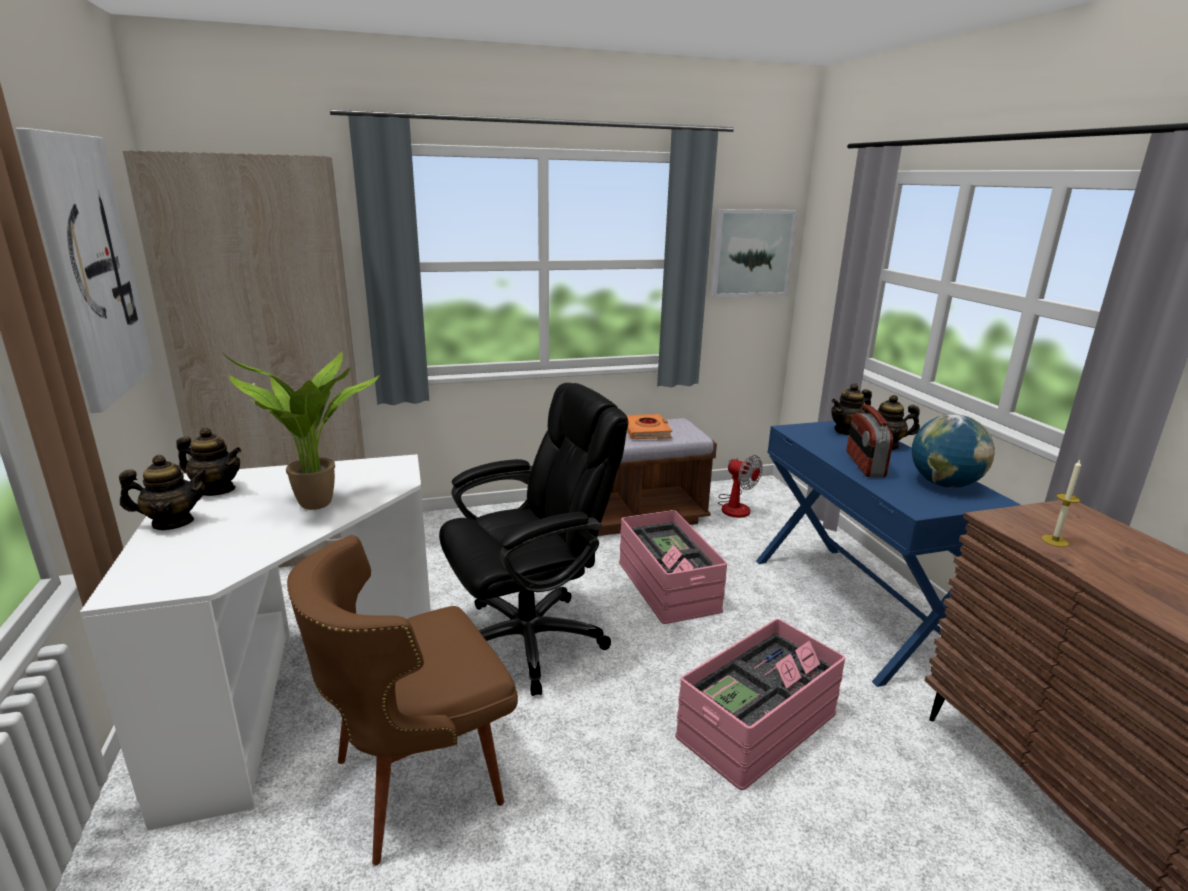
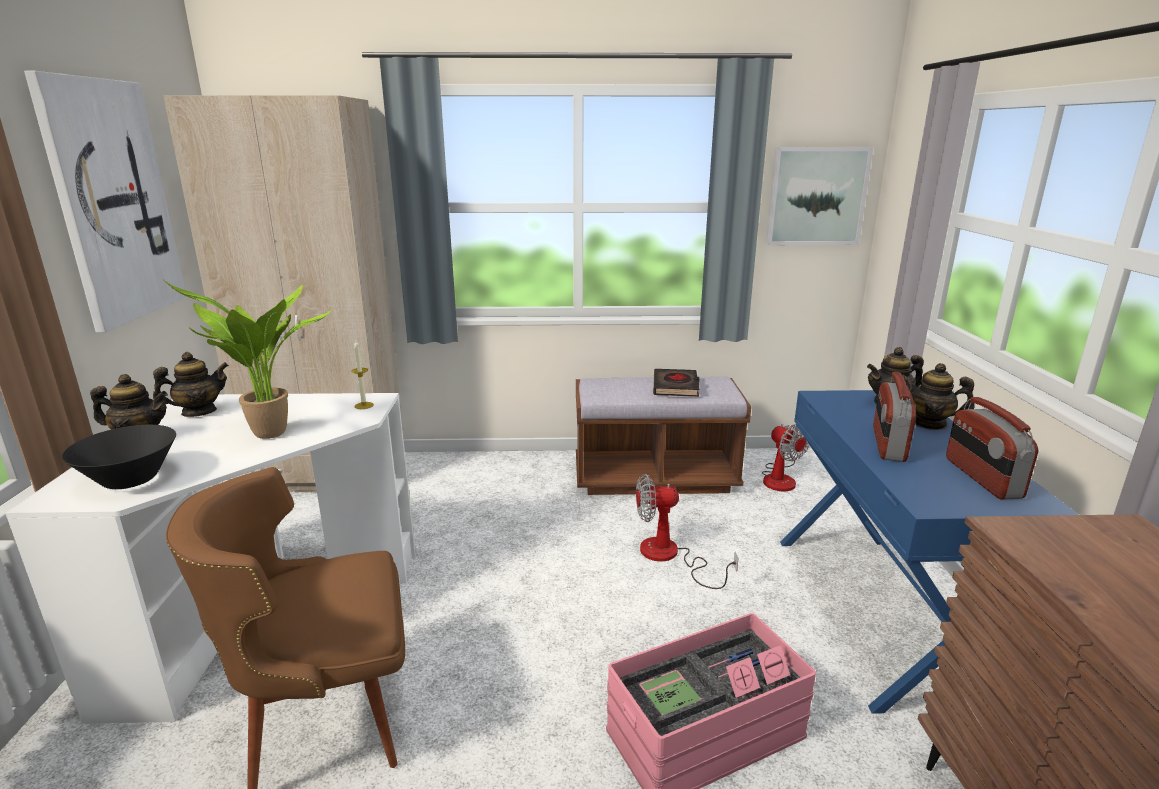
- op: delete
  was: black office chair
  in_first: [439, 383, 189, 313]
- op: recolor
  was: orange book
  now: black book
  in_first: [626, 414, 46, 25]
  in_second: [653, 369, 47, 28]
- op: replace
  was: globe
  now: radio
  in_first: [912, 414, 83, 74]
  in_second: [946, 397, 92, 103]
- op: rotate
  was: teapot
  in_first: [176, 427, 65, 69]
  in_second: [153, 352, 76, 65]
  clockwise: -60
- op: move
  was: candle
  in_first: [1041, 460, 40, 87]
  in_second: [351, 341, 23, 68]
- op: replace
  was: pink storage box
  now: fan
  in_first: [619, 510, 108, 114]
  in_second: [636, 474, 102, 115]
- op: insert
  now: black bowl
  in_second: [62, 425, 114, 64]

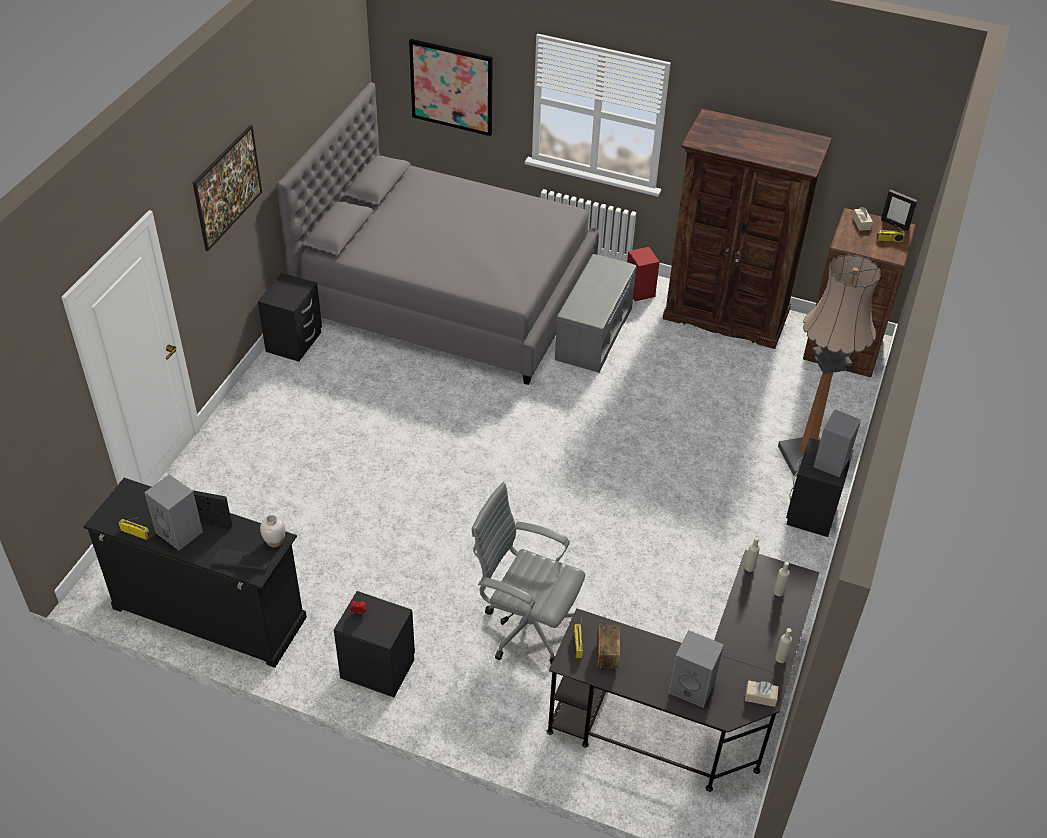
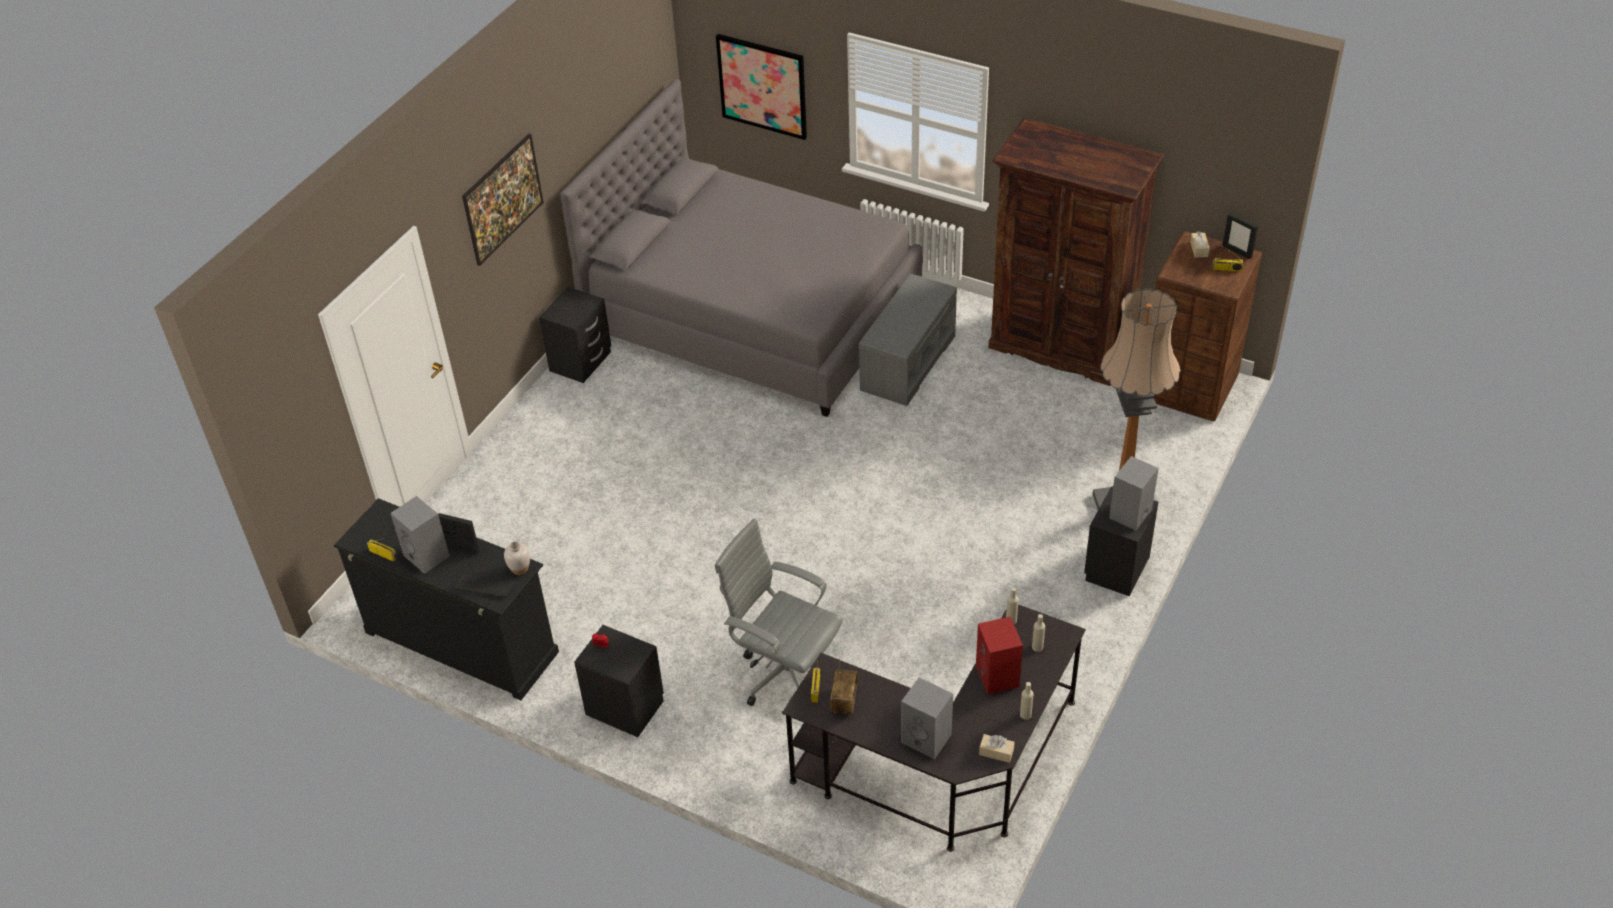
- op: move
  was: red speaker
  in_first: [627, 247, 33, 54]
  in_second: [976, 617, 47, 77]

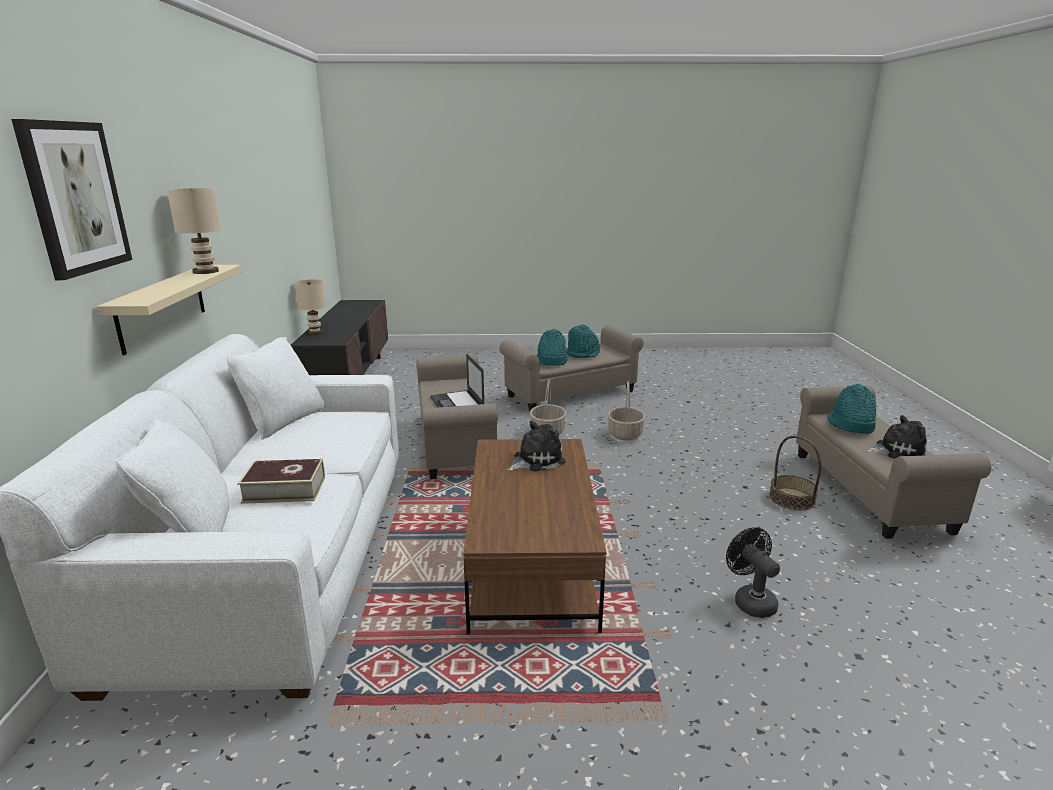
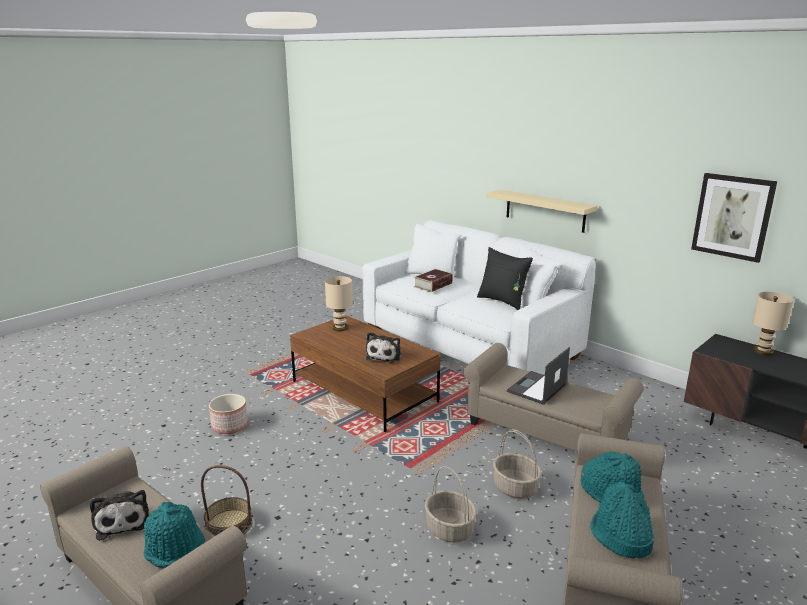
- op: move
  was: picture
  in_first: [11, 119, 121, 161]
  in_second: [691, 173, 86, 90]
- op: move
  was: beige table lamp
  in_first: [167, 188, 54, 86]
  in_second: [325, 276, 28, 55]
- op: rotate
  was: laptop
  in_first: [430, 354, 54, 54]
  in_second: [507, 347, 63, 58]
  clockwise: -75
- op: rotate
  was: plush toy
  in_first: [865, 415, 62, 44]
  in_second: [90, 490, 59, 51]
  clockwise: -75
- op: replace
  was: black fan
  now: planter
  in_first: [726, 527, 54, 91]
  in_second: [209, 394, 39, 40]
- op: insert
  now: black pillow
  in_second: [477, 247, 56, 63]

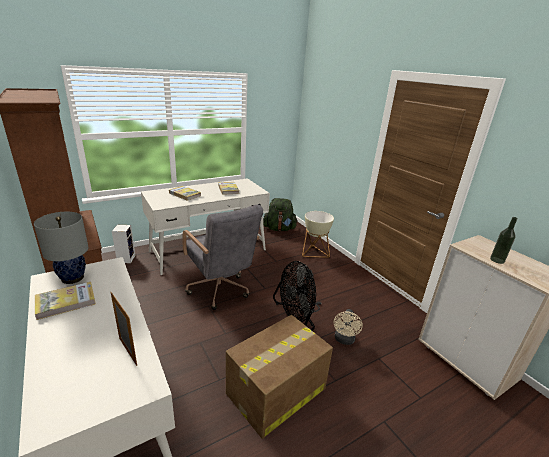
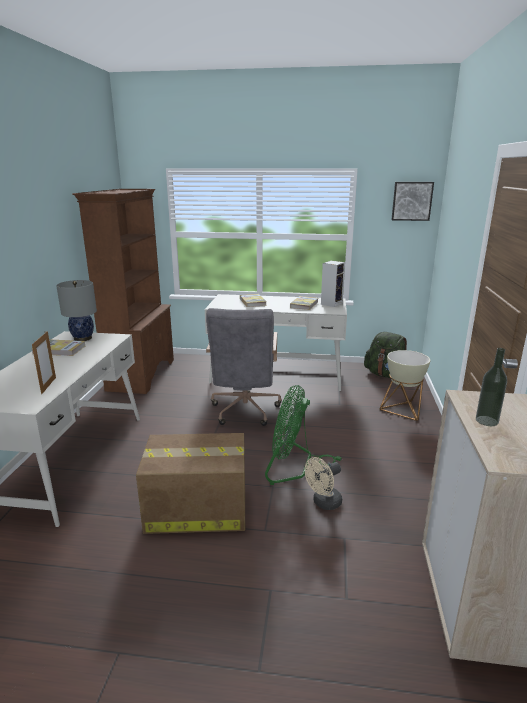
- op: move
  was: speaker
  in_first: [112, 225, 23, 38]
  in_second: [321, 261, 24, 46]
- op: recolor
  was: black fan
  now: green fan
  in_first: [273, 261, 49, 70]
  in_second: [265, 385, 77, 100]
- op: insert
  now: picture
  in_second: [391, 182, 43, 39]

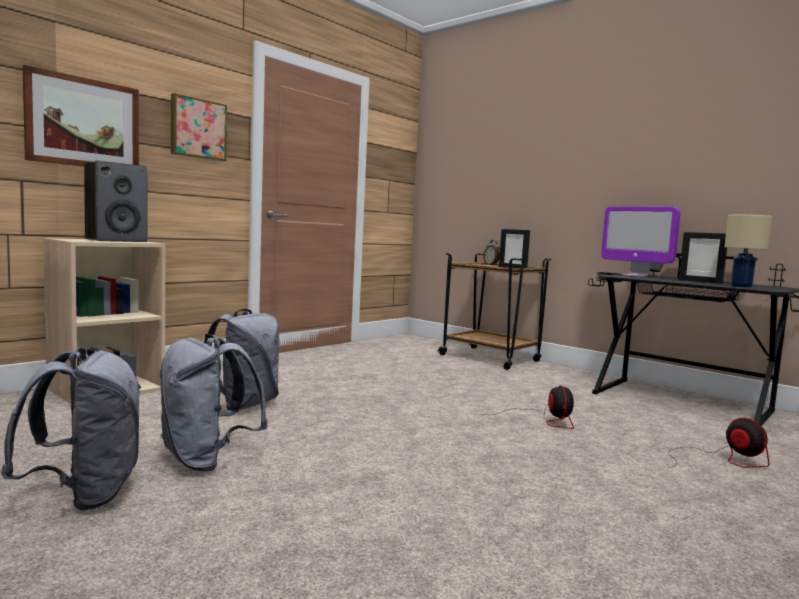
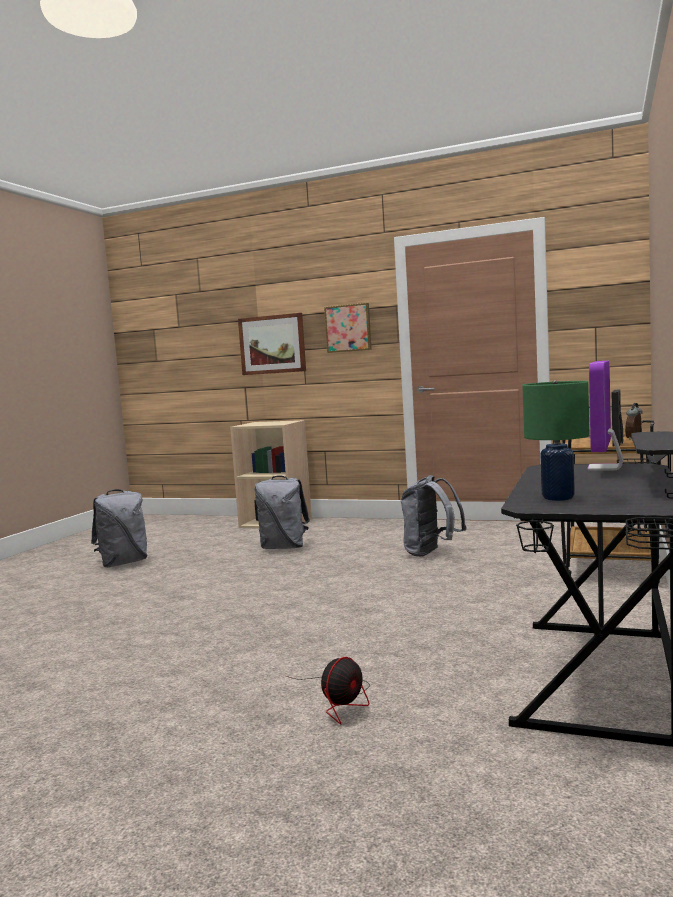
- op: delete
  was: speaker
  in_first: [84, 161, 63, 81]
- op: recolor
  was: beige table lamp
  now: green table lamp
  in_first: [724, 214, 49, 73]
  in_second: [522, 380, 68, 121]
- op: delete
  was: picture frame
  in_first: [679, 232, 48, 52]
- op: move
  was: grey backpack
  in_first: [160, 334, 108, 137]
  in_second: [401, 475, 66, 82]
- op: delete
  was: fan
  in_first: [481, 385, 93, 44]

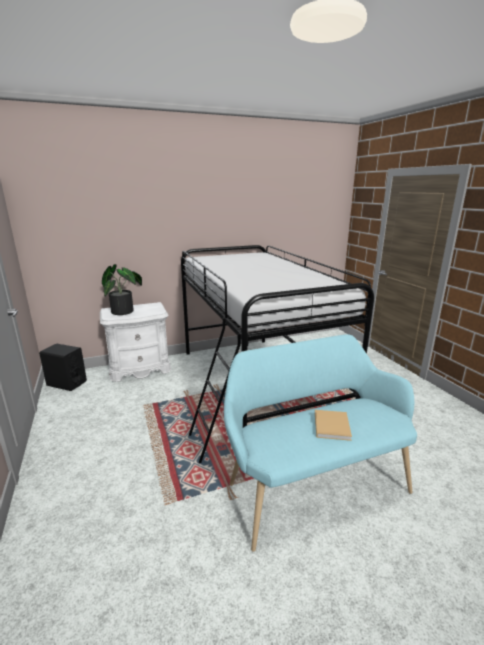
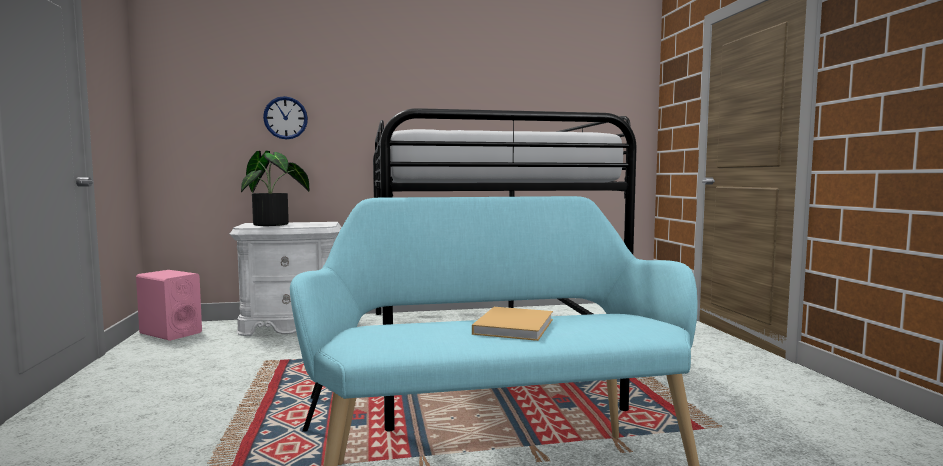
- op: recolor
  was: black speaker
  now: pink speaker
  in_first: [39, 344, 48, 47]
  in_second: [136, 270, 66, 71]
- op: insert
  now: wall clock
  in_second: [263, 96, 45, 44]

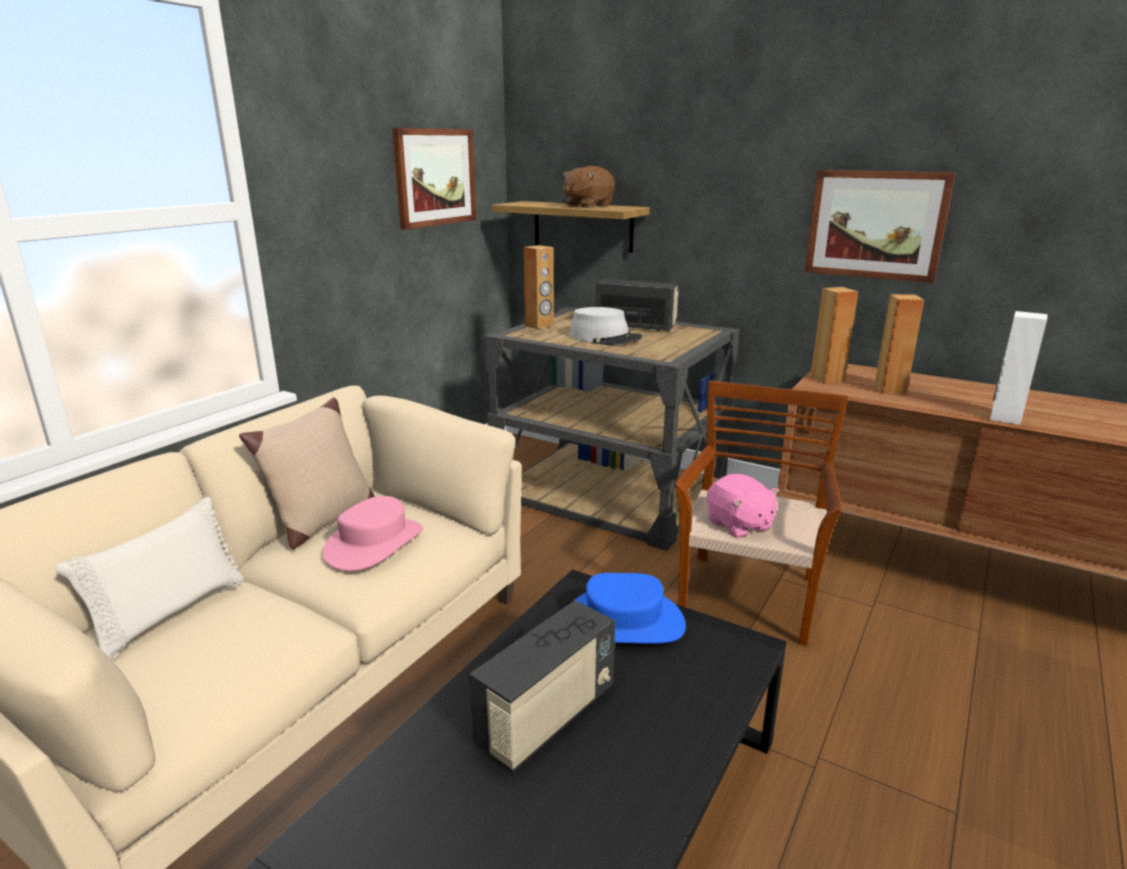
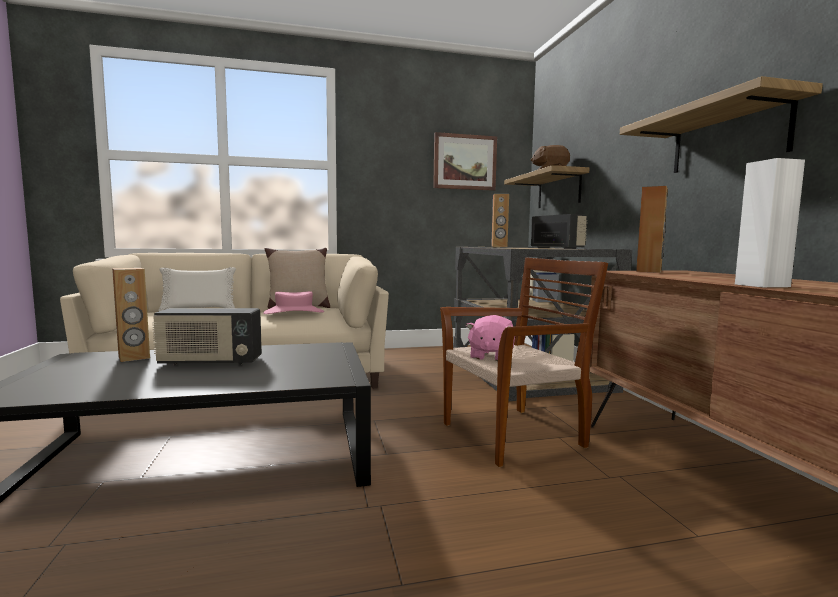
- op: replace
  was: picture
  now: shelf
  in_first: [805, 170, 151, 113]
  in_second: [620, 76, 203, 97]
- op: move
  was: brown speaker
  in_first: [874, 294, 50, 101]
  in_second: [112, 268, 38, 94]
- op: delete
  was: grey hat
  in_first: [569, 307, 73, 38]
- op: delete
  was: blue hat
  in_first: [572, 573, 114, 71]

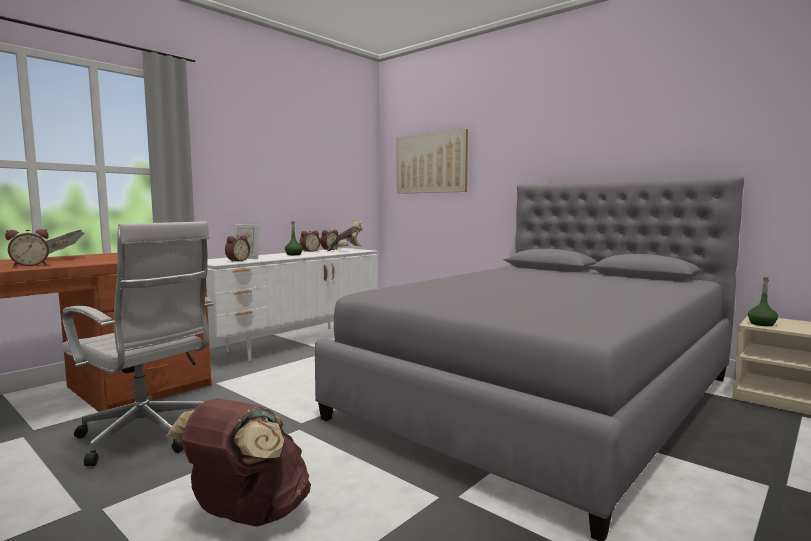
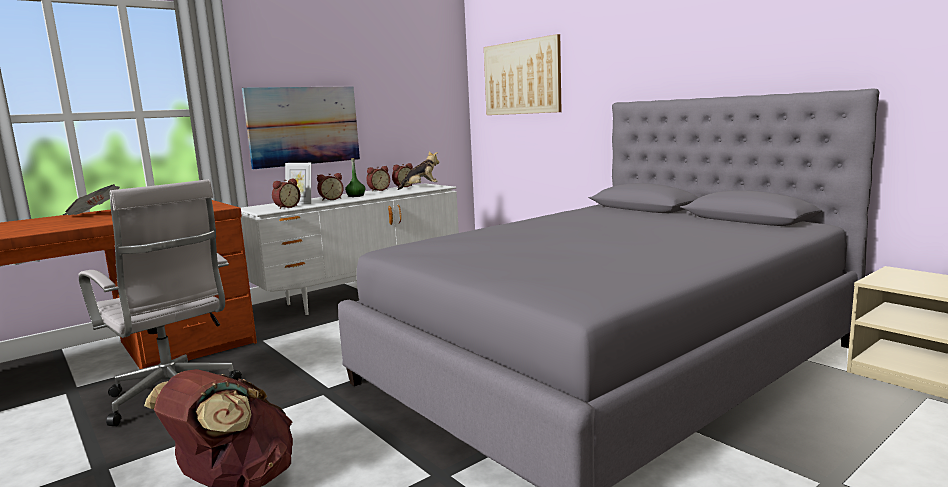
- op: move
  was: alarm clock
  in_first: [5, 229, 44, 38]
  in_second: [317, 173, 27, 28]
- op: delete
  was: green bottle
  in_first: [748, 277, 30, 49]
- op: insert
  now: picture
  in_second: [242, 86, 118, 83]

